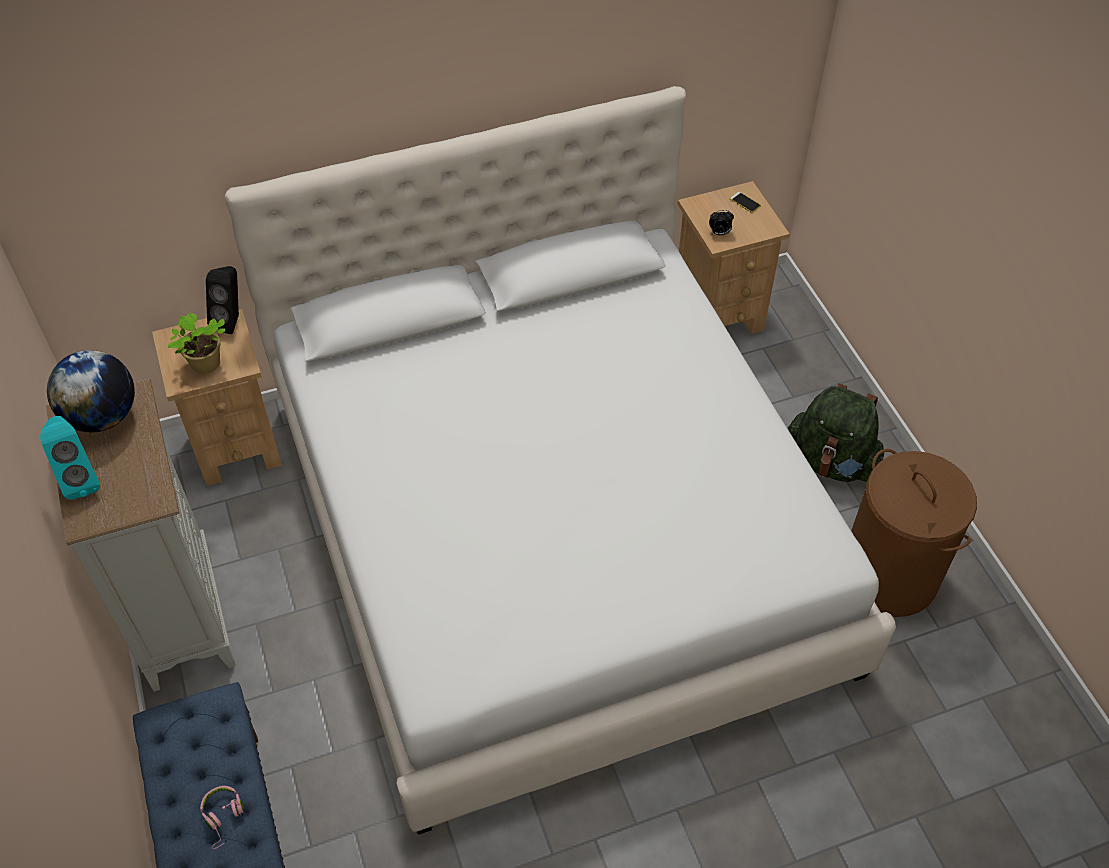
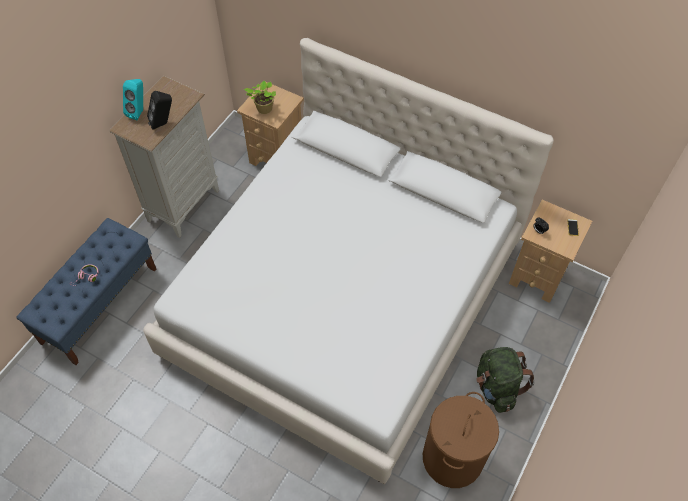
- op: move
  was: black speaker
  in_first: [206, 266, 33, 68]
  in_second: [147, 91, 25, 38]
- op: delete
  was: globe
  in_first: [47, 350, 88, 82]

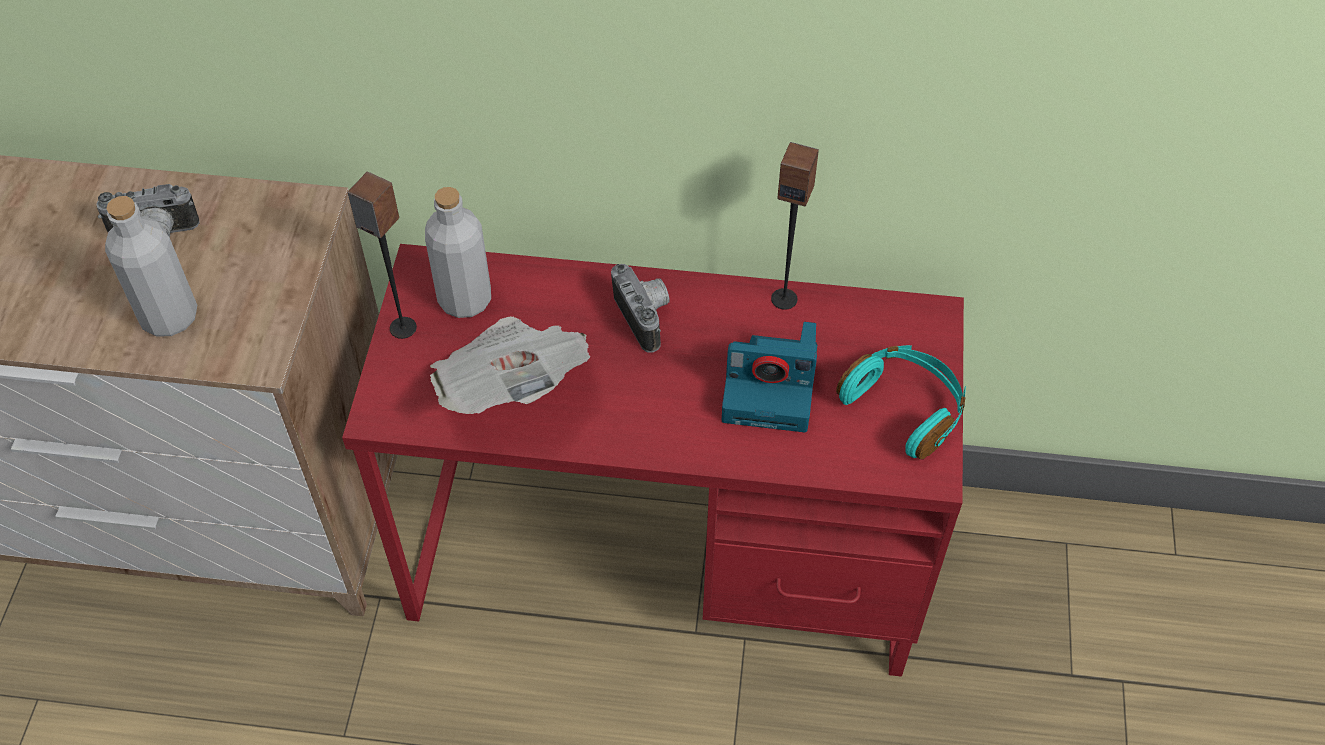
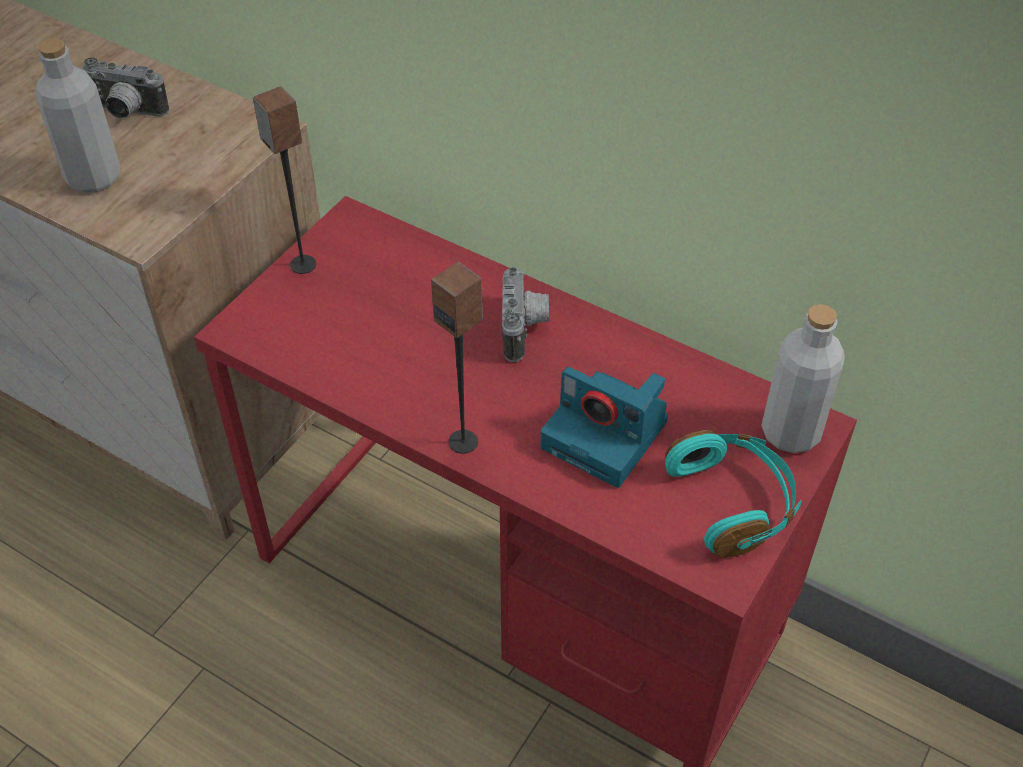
- op: move
  was: speaker
  in_first: [771, 142, 48, 168]
  in_second: [431, 261, 52, 193]
- op: move
  was: grey bottle
  in_first: [425, 187, 66, 131]
  in_second: [761, 304, 84, 149]
- op: delete
  was: newspaper
  in_first: [430, 316, 160, 98]

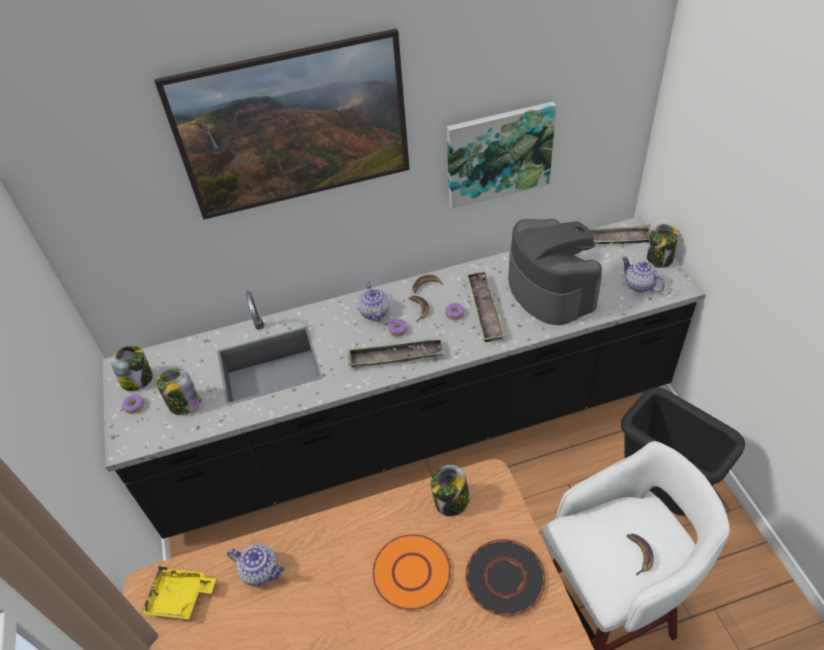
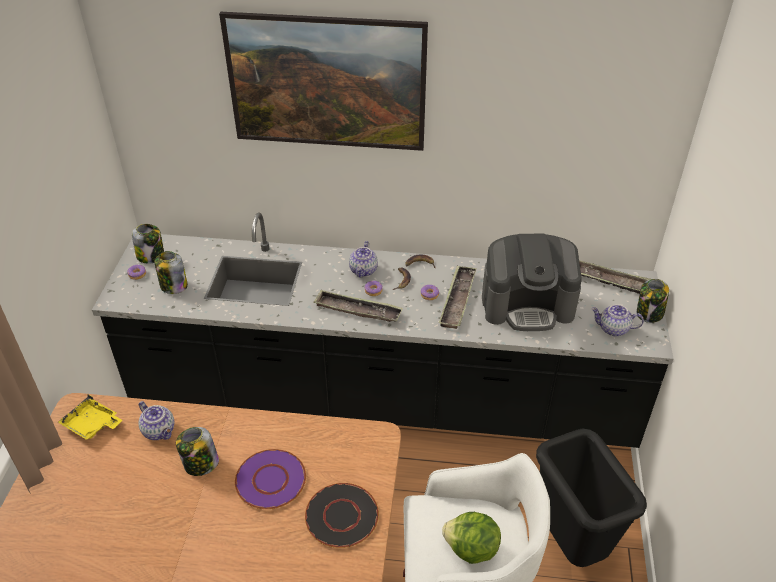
- op: delete
  was: picture
  in_first: [447, 102, 109, 107]
- op: rotate
  was: coffee machine
  in_first: [508, 219, 94, 106]
  in_second: [482, 233, 100, 98]
  clockwise: 90
- op: rotate
  was: teapot
  in_first: [622, 256, 43, 37]
  in_second: [591, 304, 53, 32]
  clockwise: -60
- op: move
  was: jar
  in_first: [431, 465, 39, 51]
  in_second: [176, 427, 43, 49]
- op: recolor
  was: orange plate
  now: purple plate
  in_first: [372, 534, 79, 76]
  in_second: [235, 449, 71, 60]
- op: replace
  was: banana
  now: lettuce
  in_first: [626, 534, 28, 41]
  in_second: [442, 512, 59, 52]

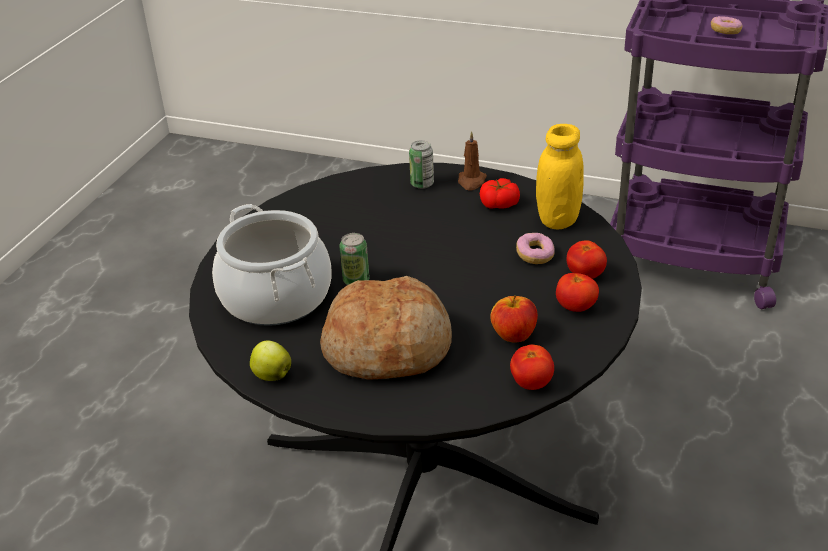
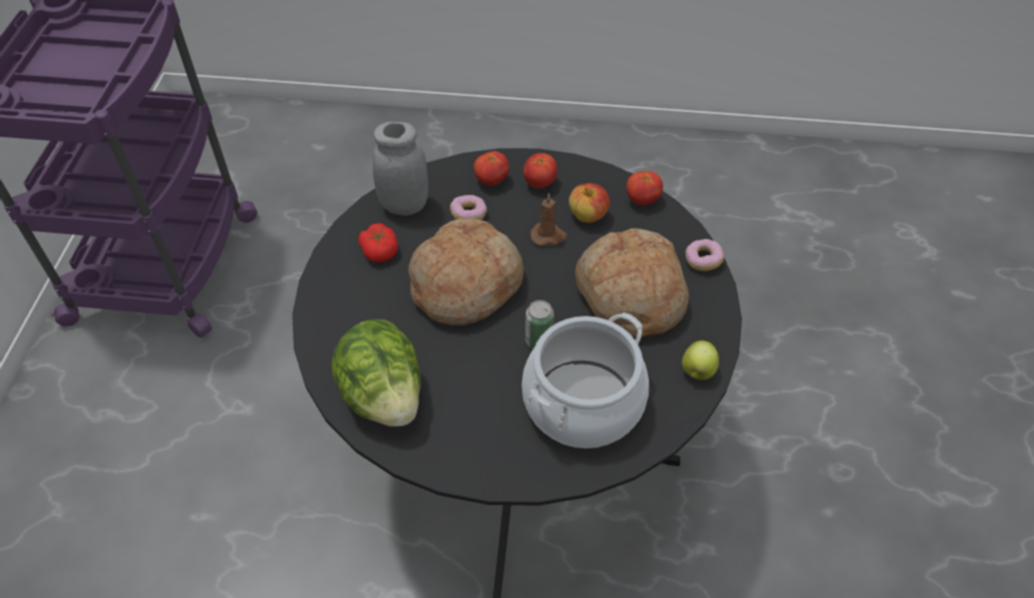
- op: move
  was: donut
  in_first: [711, 16, 31, 18]
  in_second: [685, 239, 39, 32]
- op: recolor
  was: yellow jar
  now: grey jar
  in_first: [536, 124, 48, 106]
  in_second: [373, 122, 55, 94]
- op: move
  was: brown candle
  in_first: [458, 131, 29, 59]
  in_second: [530, 194, 38, 52]
- op: delete
  was: can
  in_first: [409, 140, 25, 49]
- op: insert
  now: bread
  in_second: [408, 218, 116, 108]
- op: insert
  now: lettuce
  in_second: [331, 319, 90, 108]

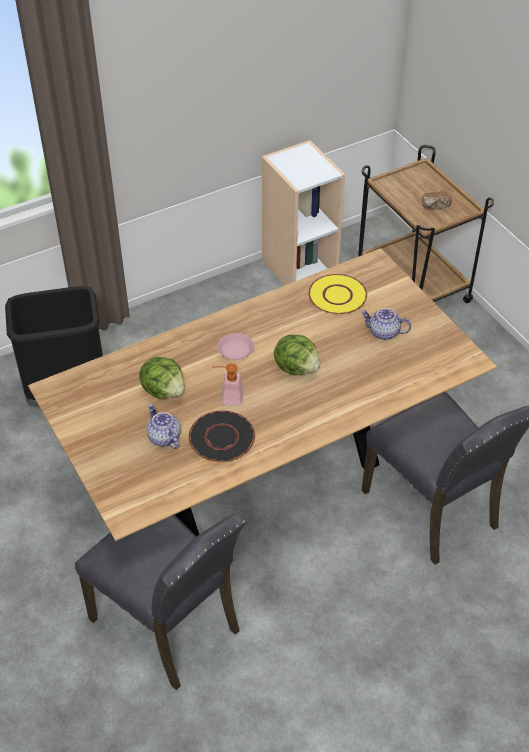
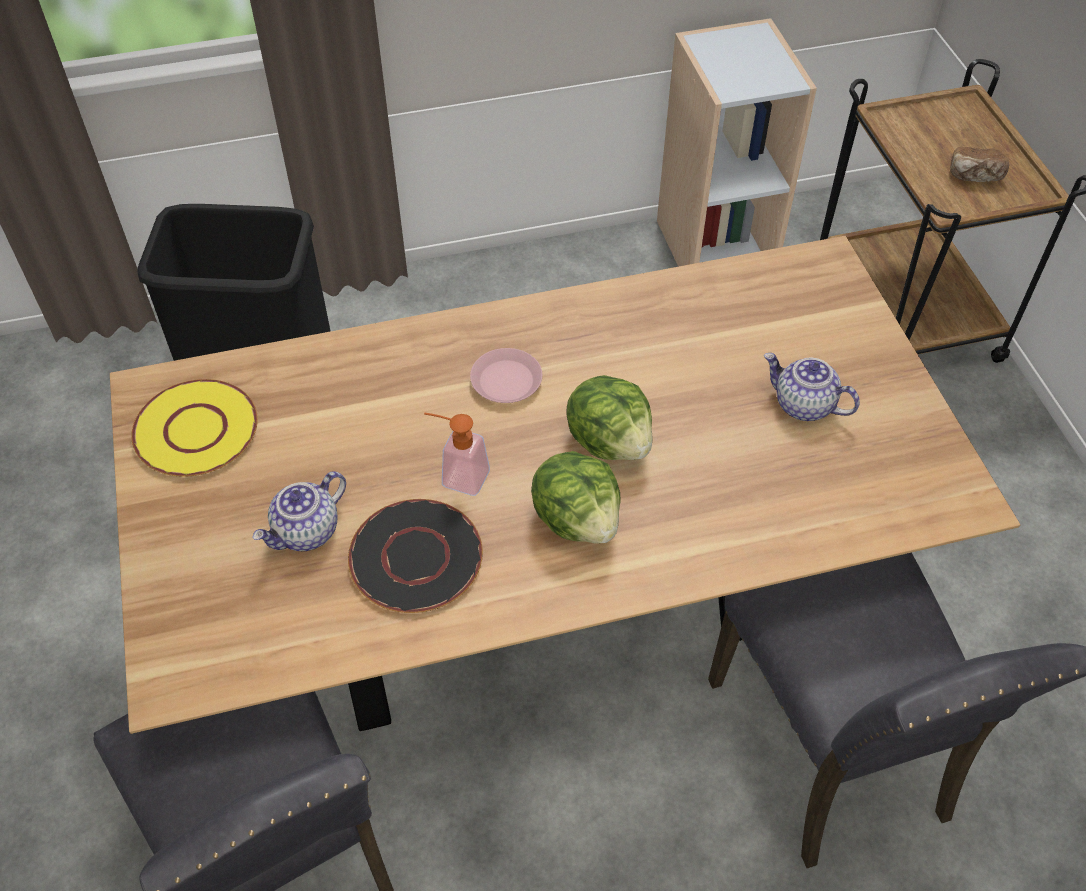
- op: move
  was: yellow plate
  in_first: [308, 274, 59, 40]
  in_second: [131, 379, 127, 98]
- op: move
  was: lettuce
  in_first: [139, 357, 45, 42]
  in_second: [531, 451, 89, 92]
- op: rotate
  was: teapot
  in_first: [146, 404, 35, 45]
  in_second: [252, 471, 94, 80]
  clockwise: -120

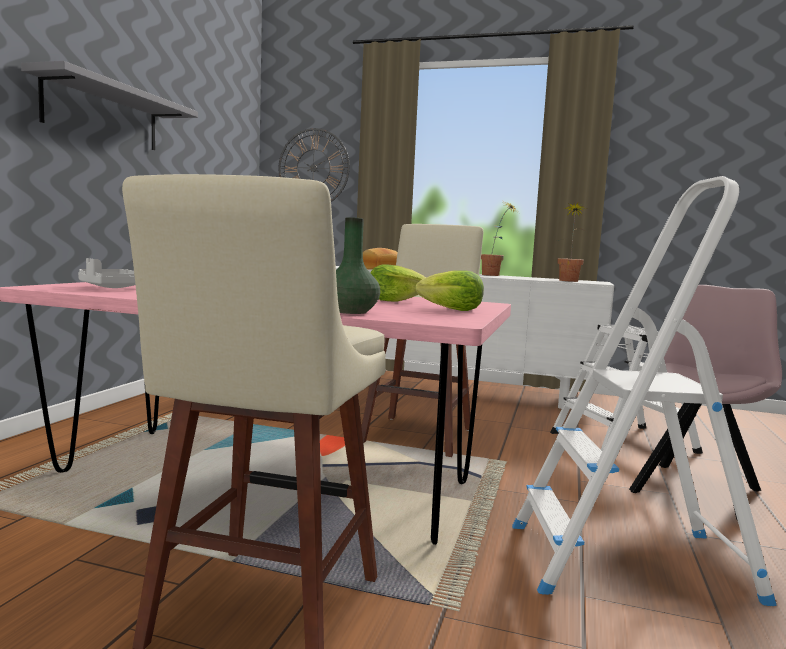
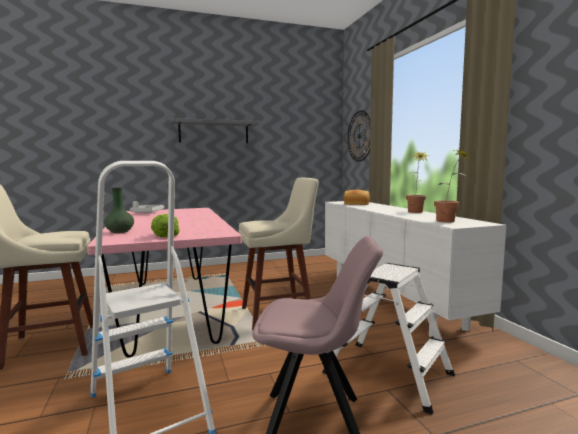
- op: delete
  was: lettuce
  in_first: [371, 264, 55, 38]

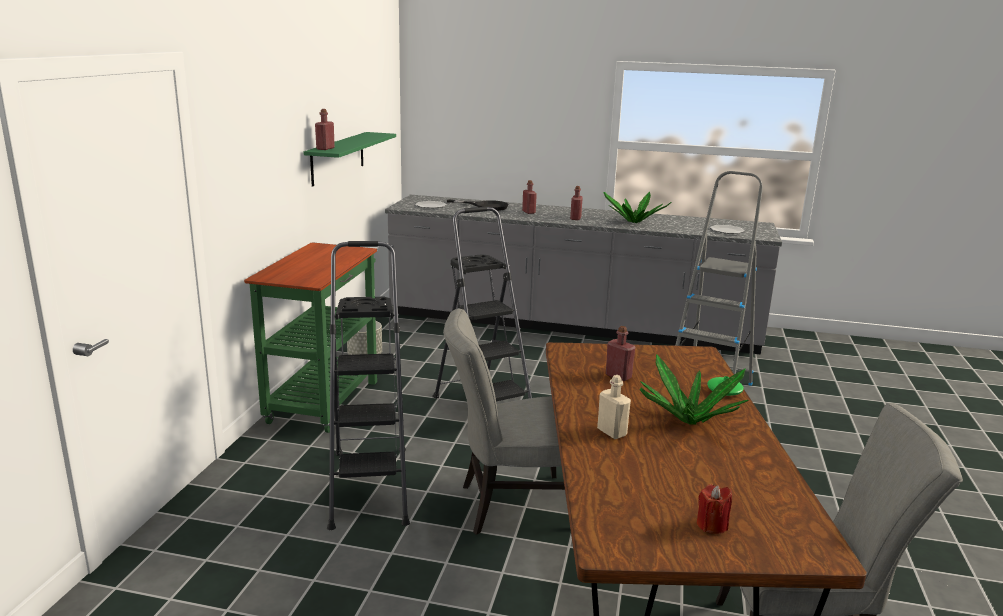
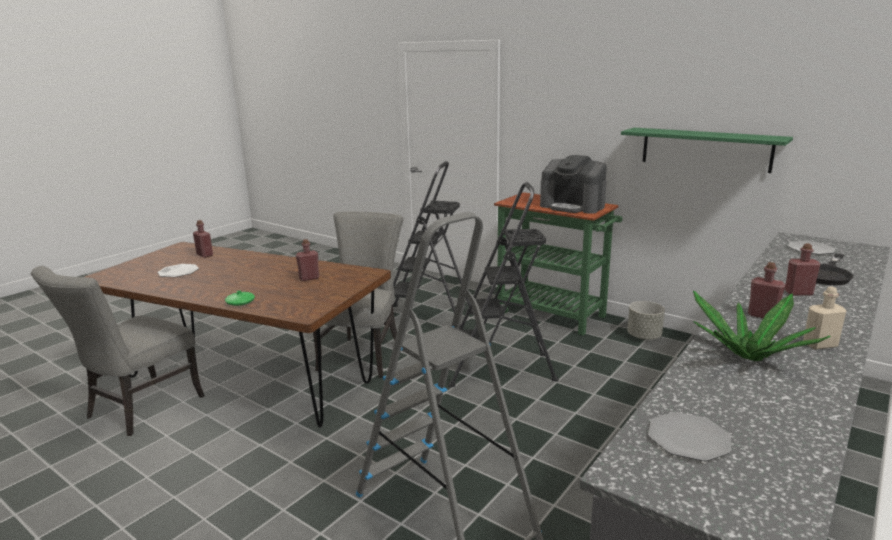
- op: move
  was: red bottle
  in_first: [315, 109, 20, 41]
  in_second: [193, 220, 20, 38]
- op: delete
  was: potted plant
  in_first: [640, 354, 109, 71]
- op: move
  was: beige bottle
  in_first: [597, 375, 34, 64]
  in_second: [803, 287, 43, 63]
- op: delete
  was: red candle
  in_first: [697, 484, 35, 50]
- op: insert
  now: coffee machine
  in_second: [540, 155, 67, 59]
- op: insert
  now: plate
  in_second: [157, 264, 42, 13]

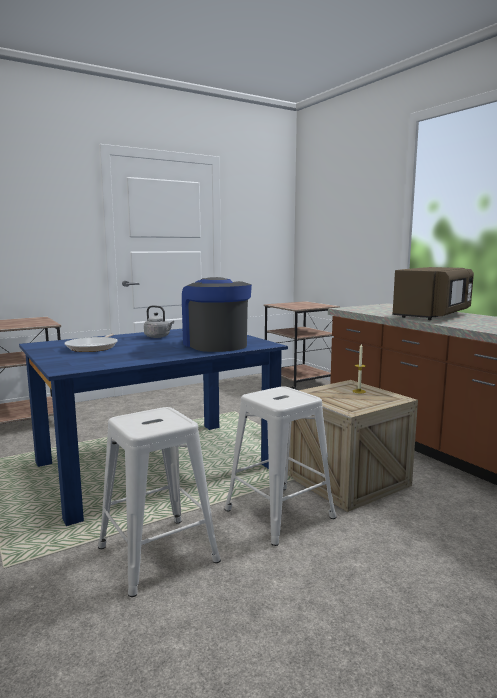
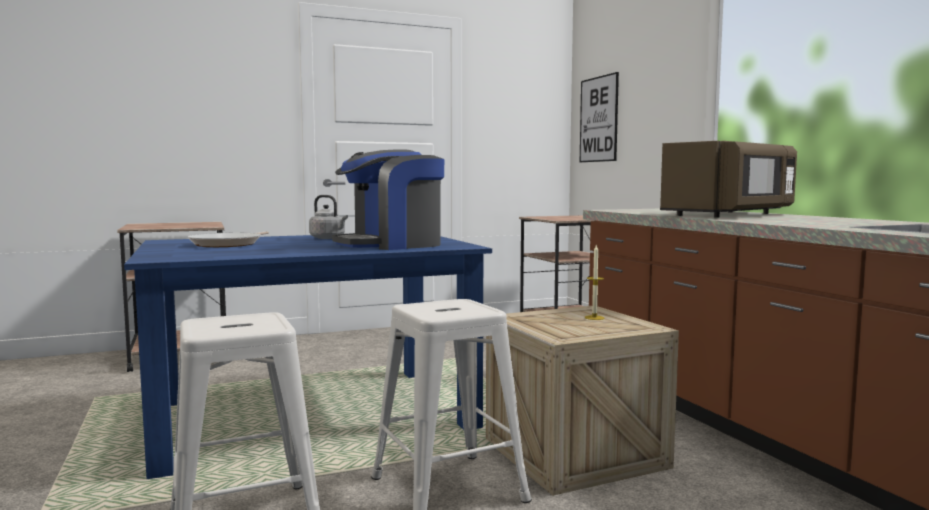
- op: rotate
  was: coffee machine
  in_first: [182, 277, 70, 75]
  in_second: [332, 150, 112, 100]
  clockwise: -105
- op: insert
  now: picture
  in_second: [580, 72, 39, 90]

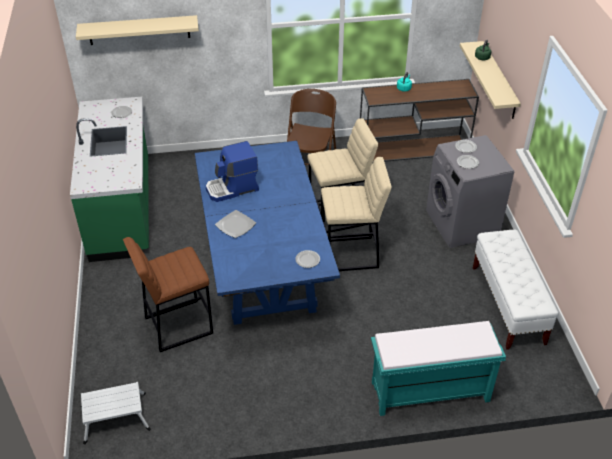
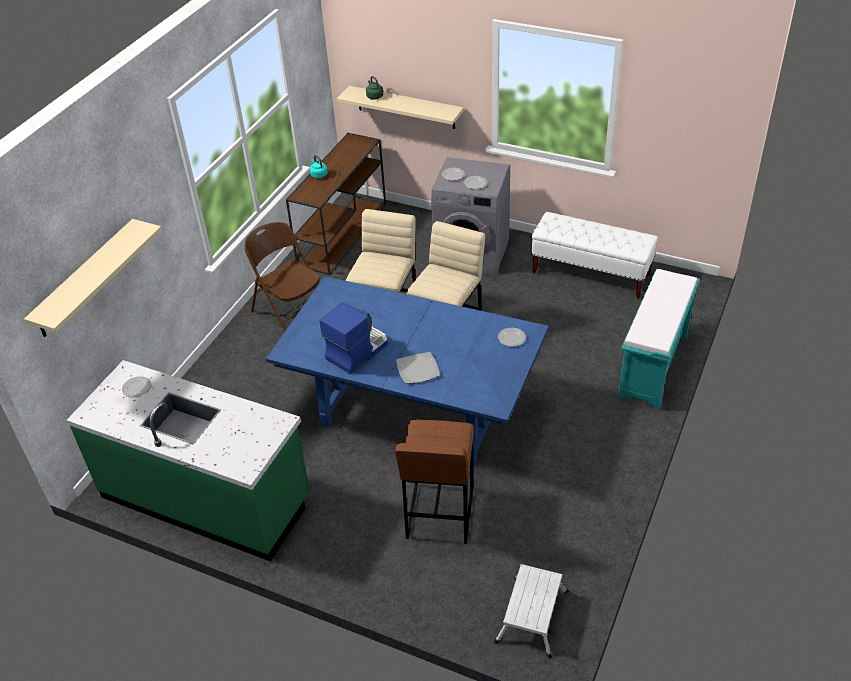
- op: rotate
  was: coffee machine
  in_first: [206, 141, 53, 61]
  in_second: [320, 303, 68, 71]
  clockwise: -150

